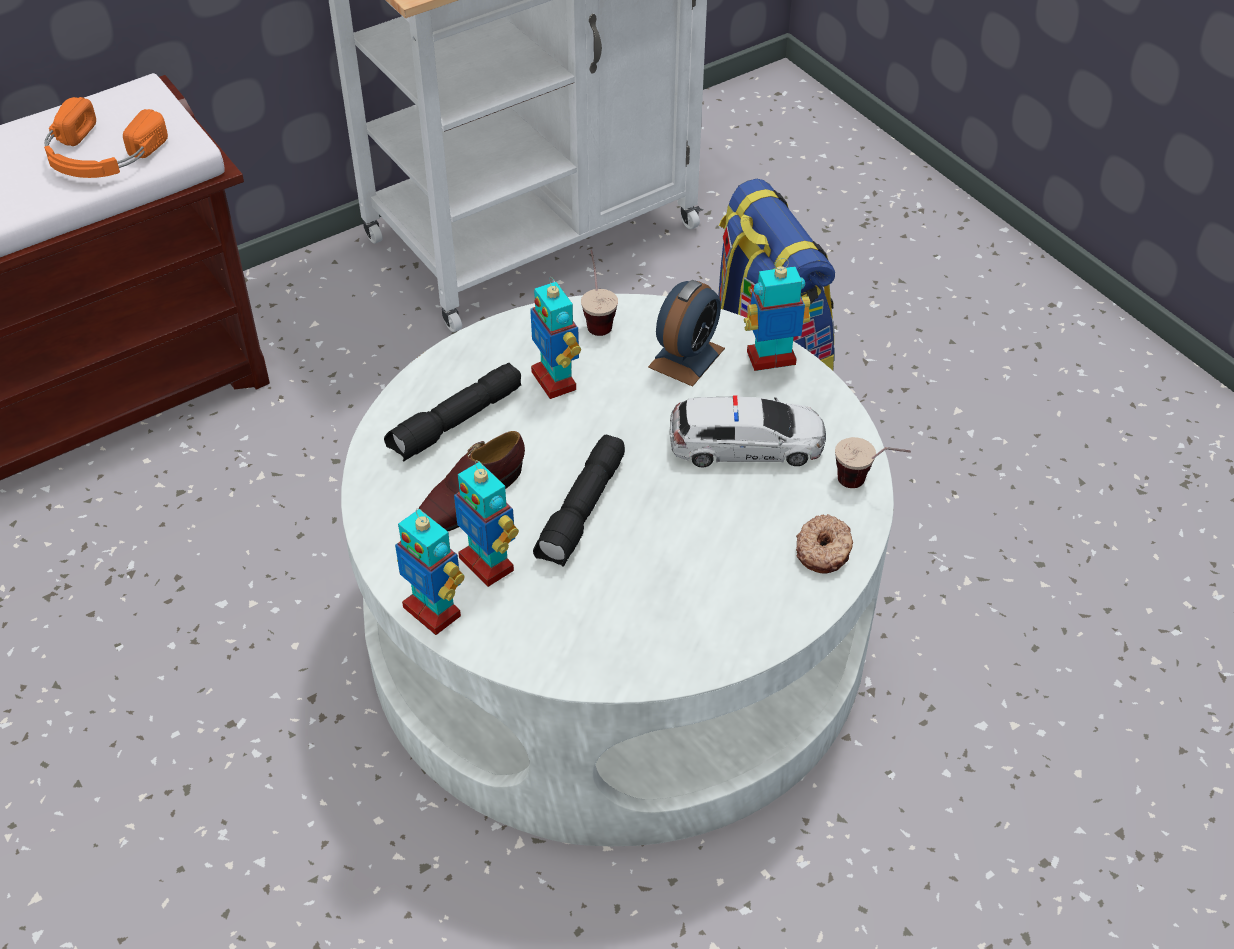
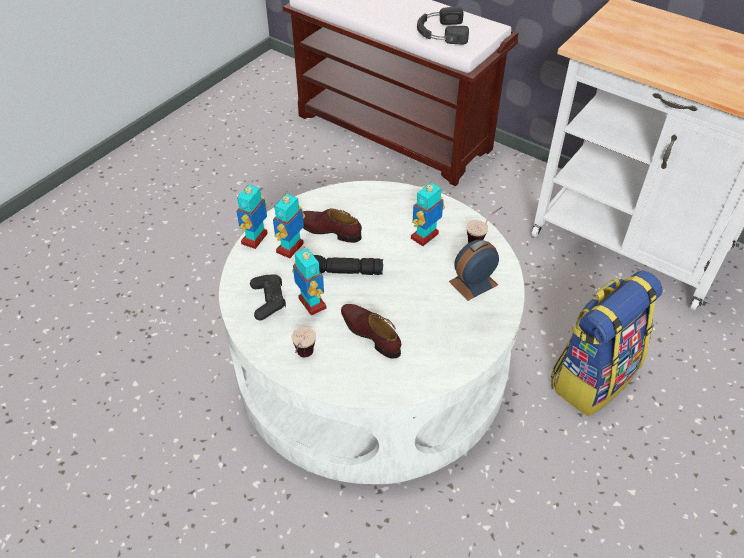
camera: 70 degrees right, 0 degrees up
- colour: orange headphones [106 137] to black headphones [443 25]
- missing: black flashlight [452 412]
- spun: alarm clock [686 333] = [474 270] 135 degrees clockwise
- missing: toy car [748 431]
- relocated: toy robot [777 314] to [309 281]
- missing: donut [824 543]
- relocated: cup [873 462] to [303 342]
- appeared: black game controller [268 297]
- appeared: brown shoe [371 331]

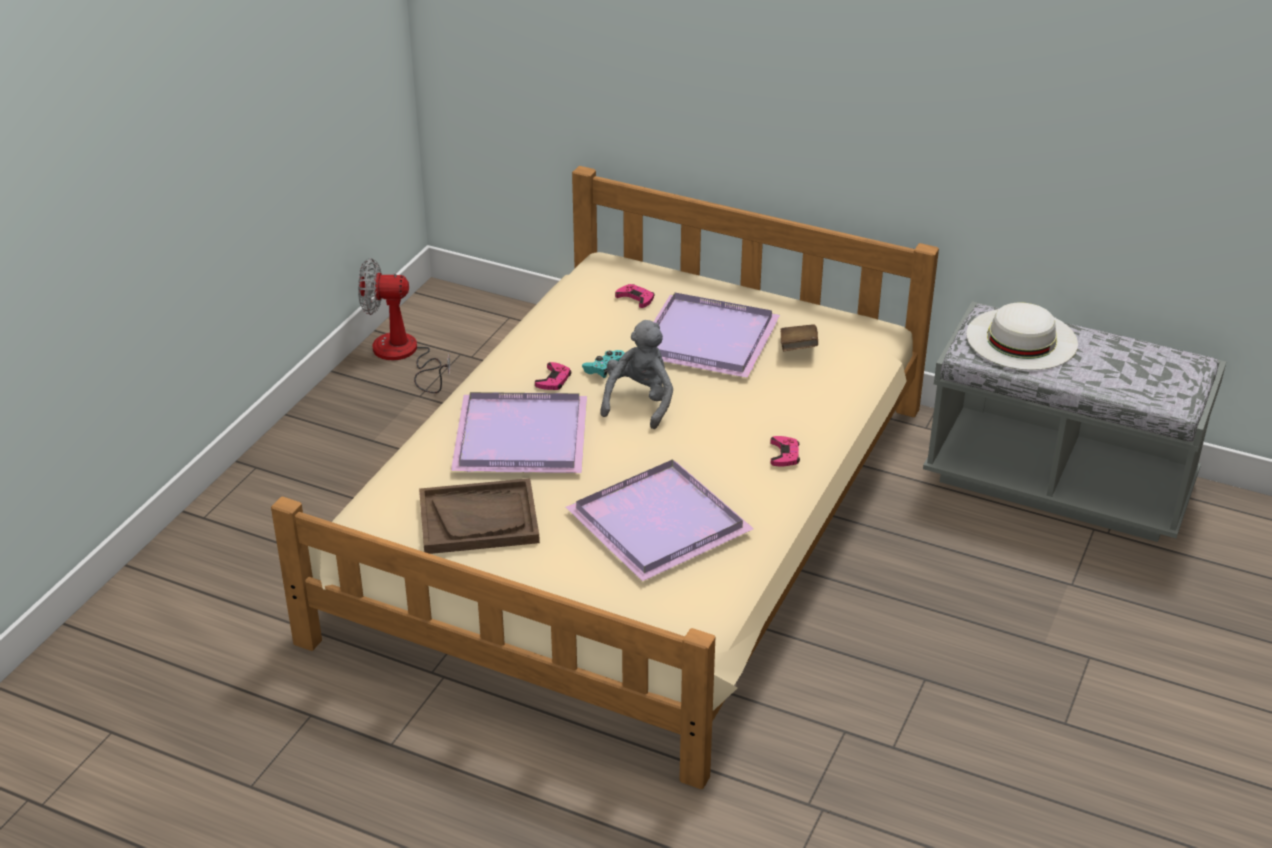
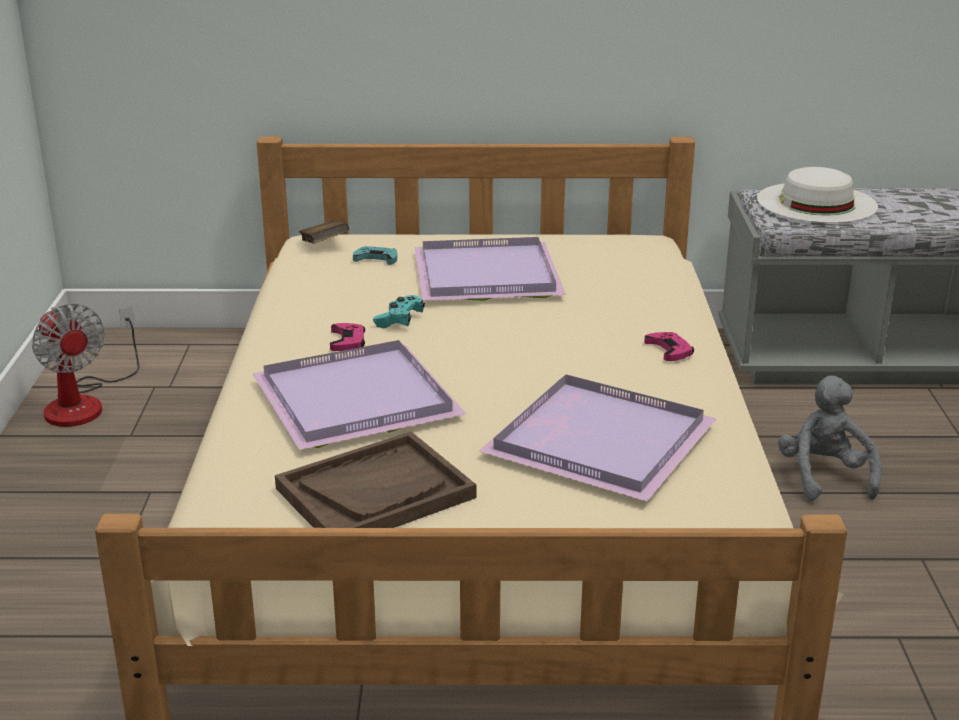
camera: 25 degrees left, 10 degrees down
- spun: fan [404 325] = [85 365] 105 degrees counterclockwise
- relocated: grey plush toy [636 374] to [830 438]
- colour: pink game controller [635 296] to turquoise game controller [375 255]
- relocated: brown book [799 337] to [324 232]

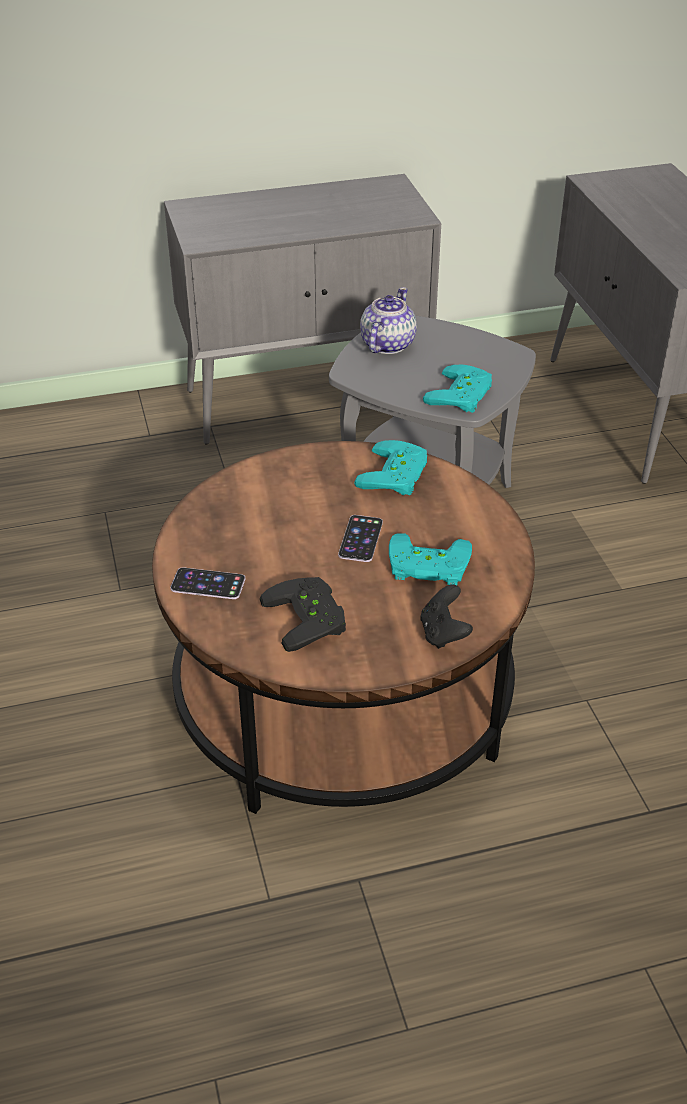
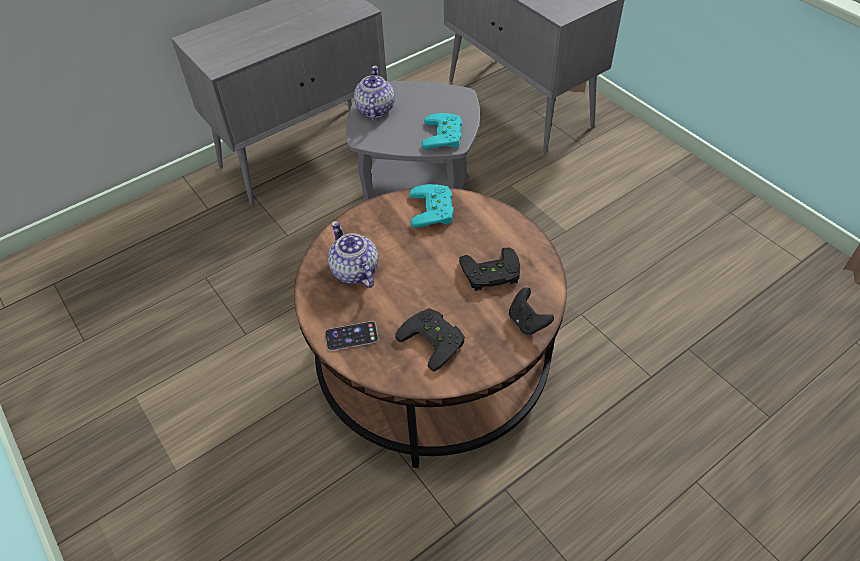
camera: 20 degrees left, 10 degrees up
- missing: phone [360 538]
- colour: turquoise game controller [430 559] to black game controller [489 269]
- appeared: teapot [353 254]

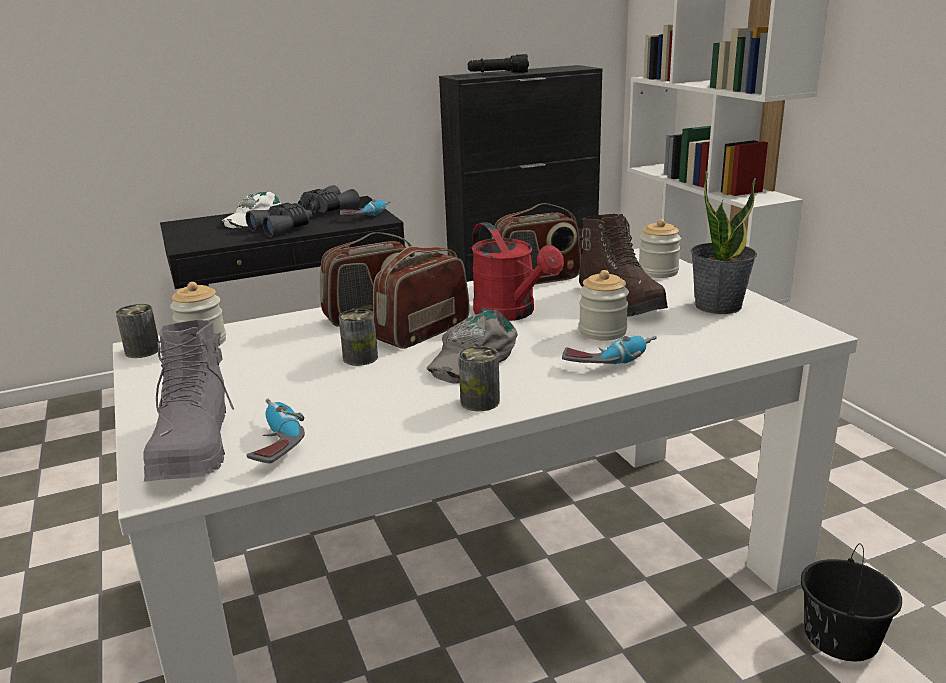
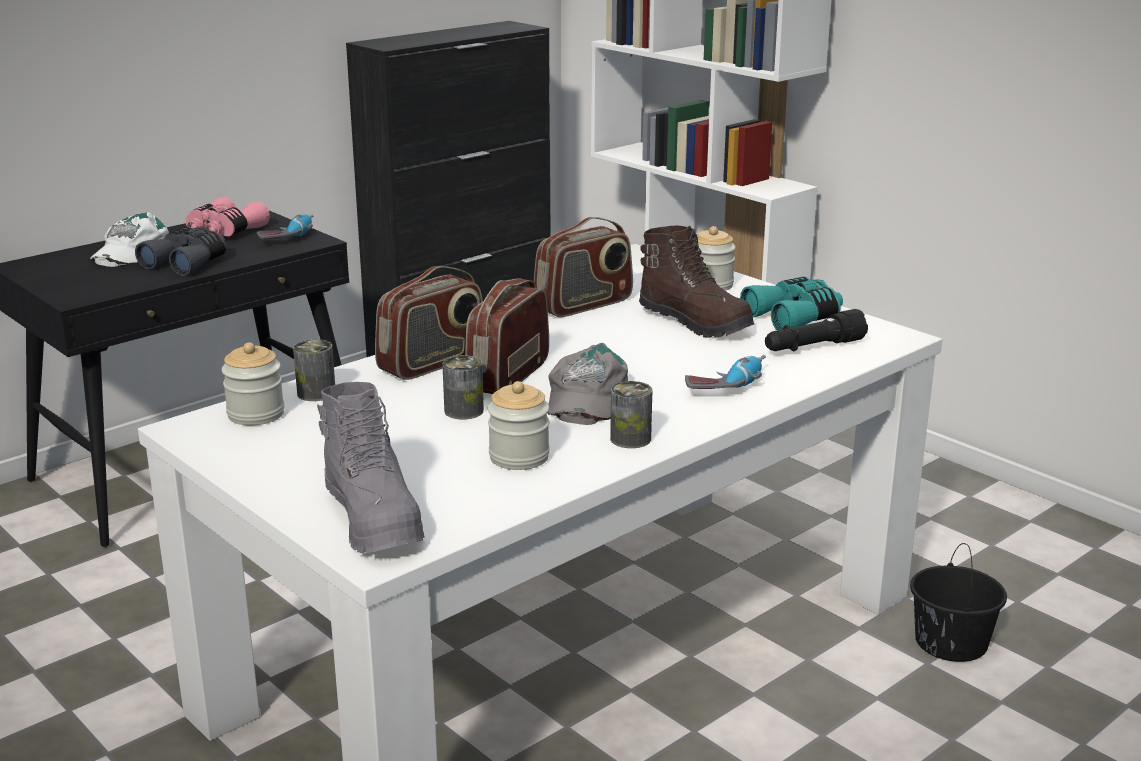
camera: 20 degrees left, 0 degrees up
- relocated: can [137 331] to [314 370]
- missing: power drill [276 431]
- colour: grey binoculars [329 199] to pink binoculars [227 216]
- relocated: black flashlight [498 63] to [816 330]
- missing: red watering can [517 271]
- relocated: jar [604 305] to [519 425]
- exchanged: potted plant [723 242] to turquoise binoculars [791 303]

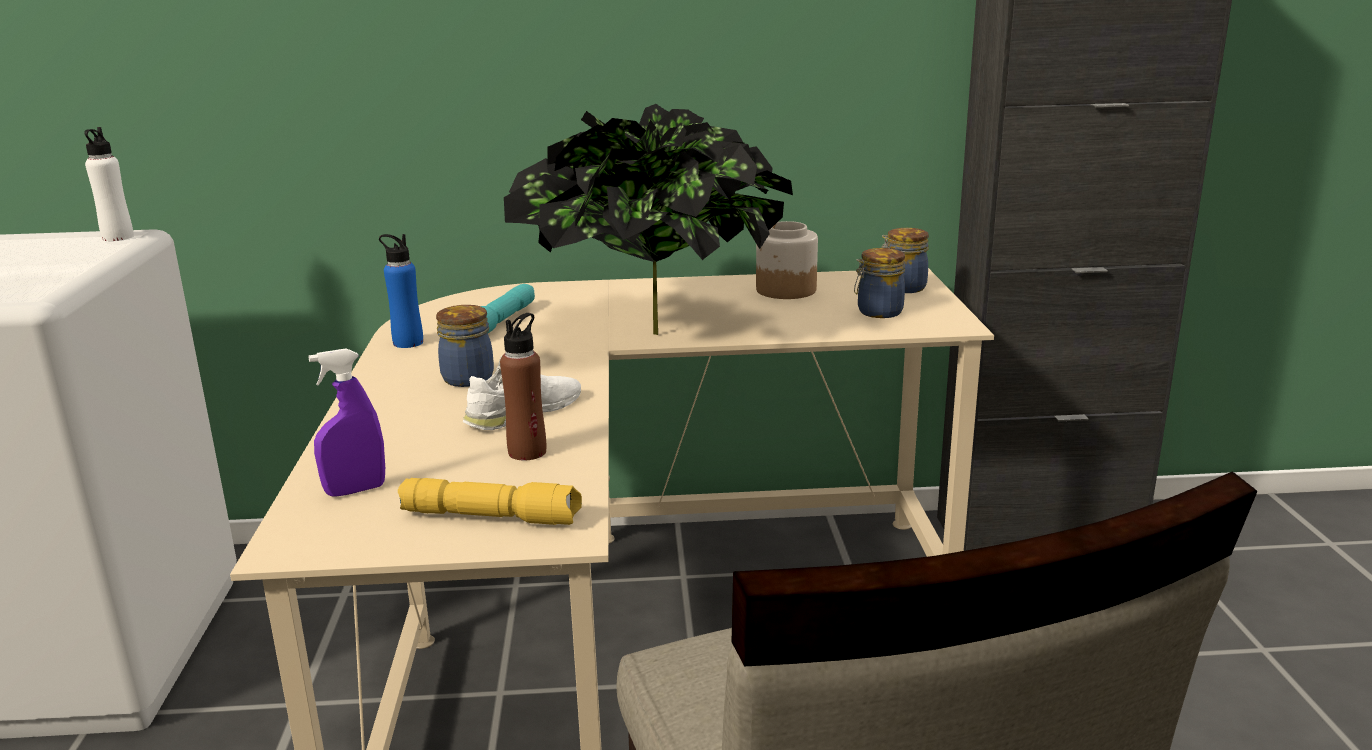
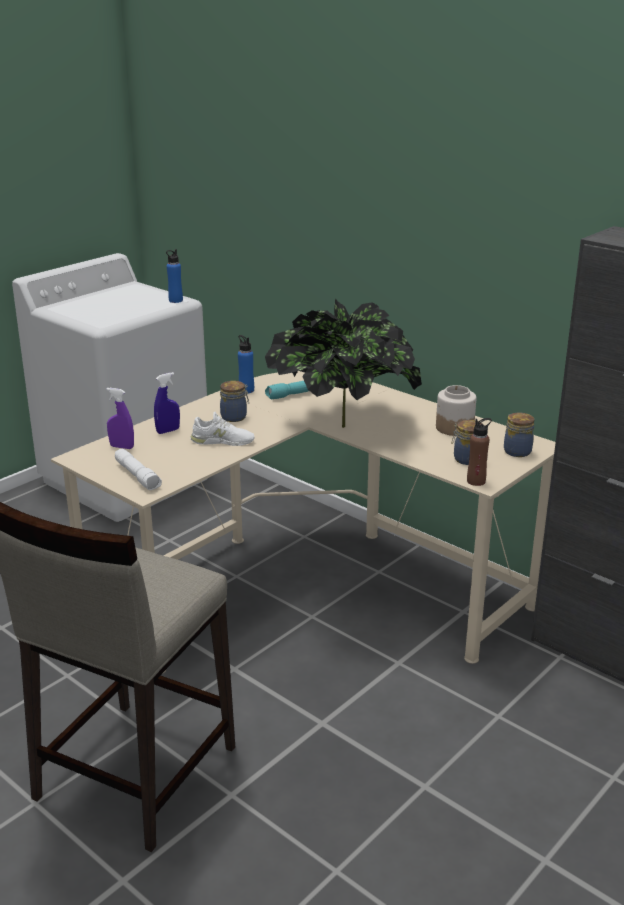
camera: 45 degrees right, 5 degrees up
- colour: white bottle [109 184] to blue bottle [174 276]
- colour: yellow flashlight [490 501] to white flashlight [138 469]
- relocated: brown bottle [523 386] to [479 452]
- appeared: blue spray bottle [167 403]

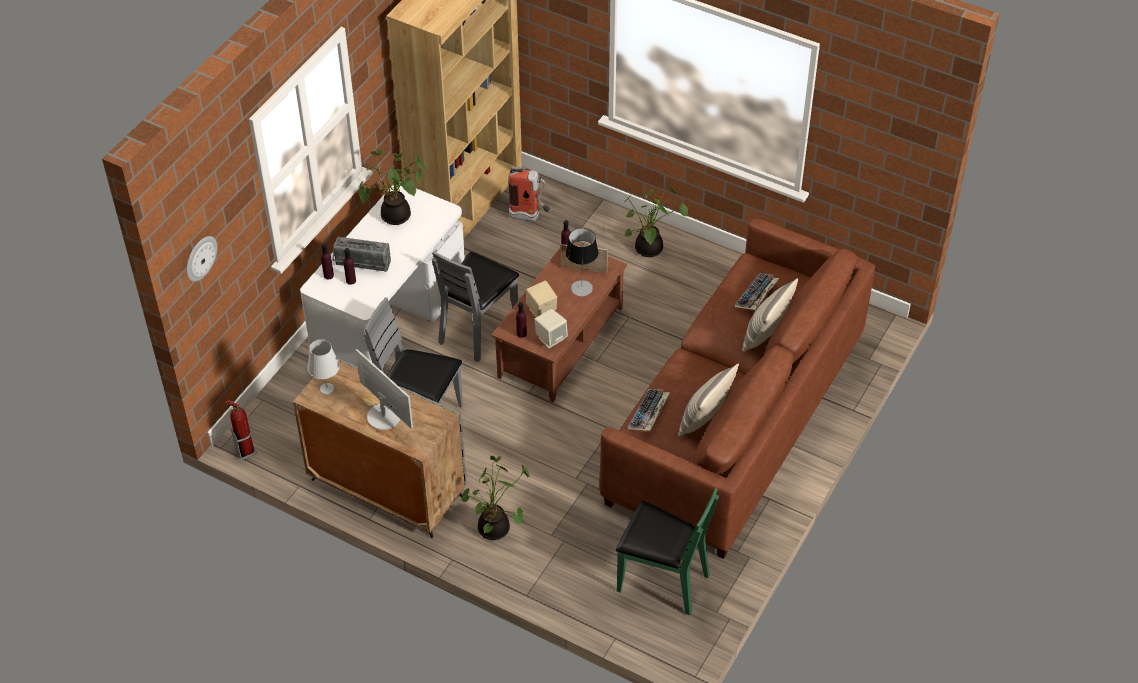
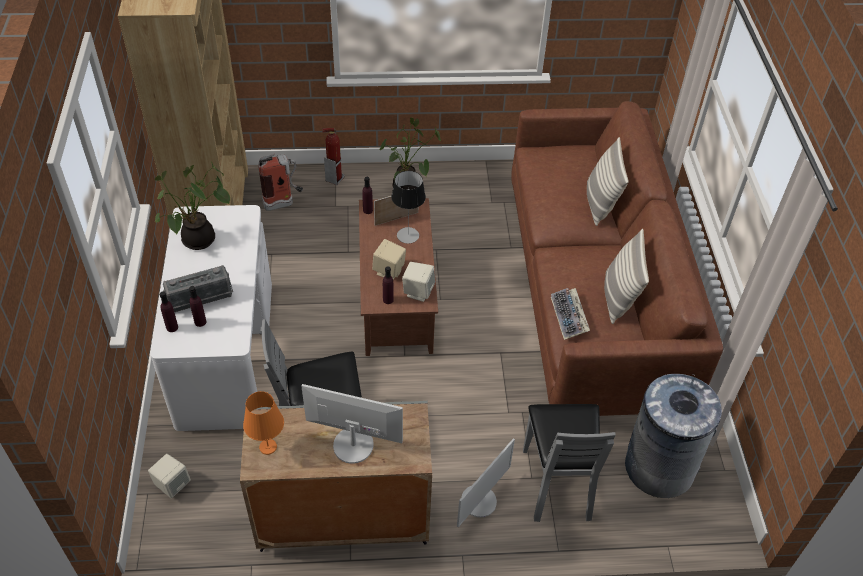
camera: 35 degrees left, 0 degrees up
- missing: wall clock [201 259]
- relocated: fire extinguisher [241 430] to [333 156]
- colour: white table lamp [323 367] to orange table lamp [263 423]
- relocated: grey chair [475 306] to [569 463]
- exchanged: potted plant [495 498] to monitor [486 482]
- exchanged: green chair [667 551] to grey trash can [673 436]
- missing: keyboard [757 291]
- appeared: beige speaker [169 476]

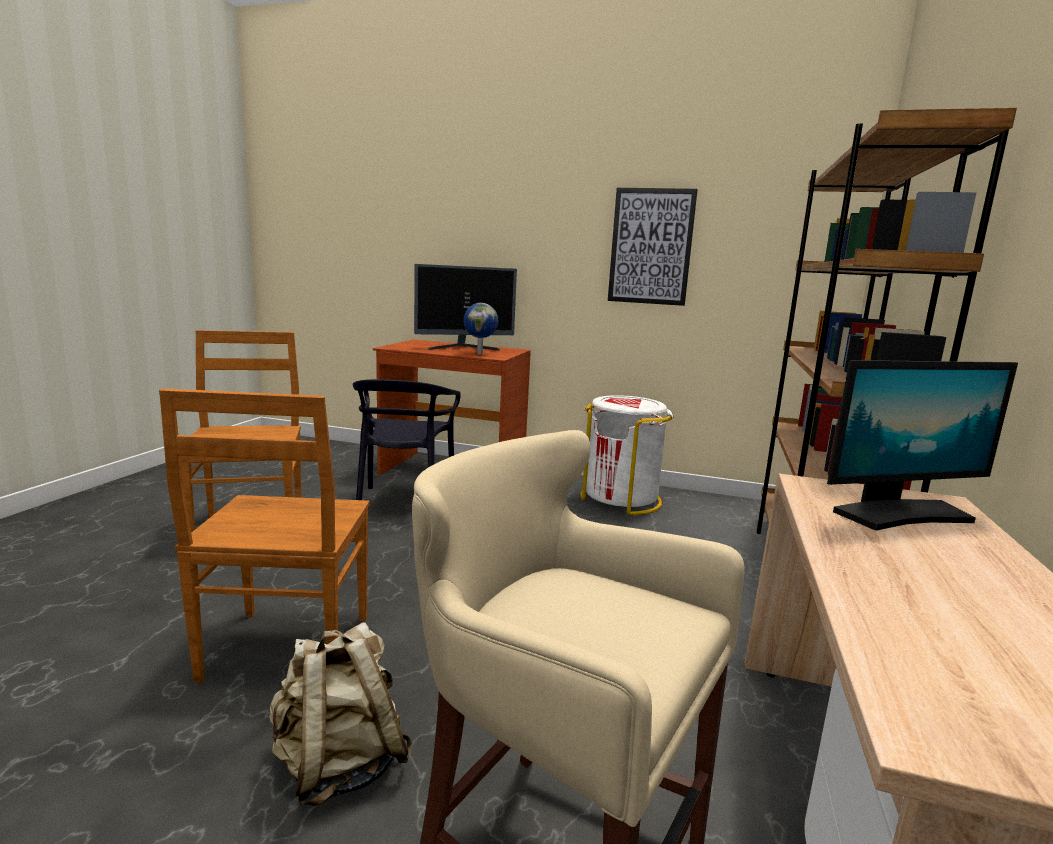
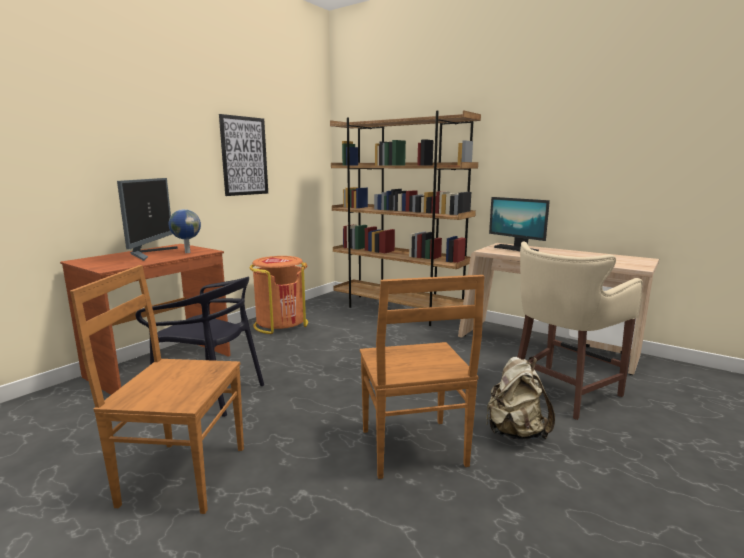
camera: 70 degrees left, 0 degrees up
- spun: brown chair [264 535] = [422 377] 60 degrees clockwise
- colour: white trash can [627 455] to orange trash can [279 295]
- spun: monitor [922 445] = [519 224] 135 degrees clockwise

